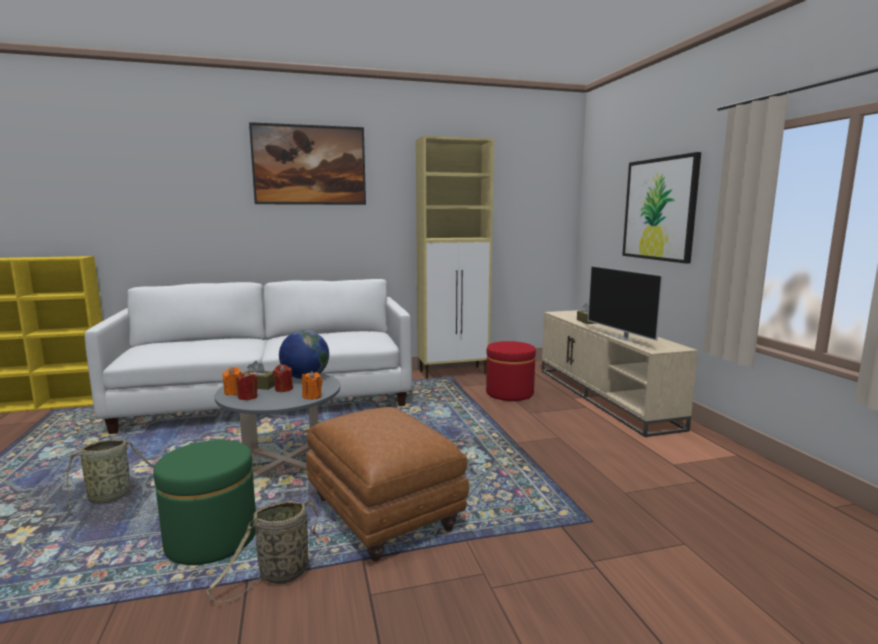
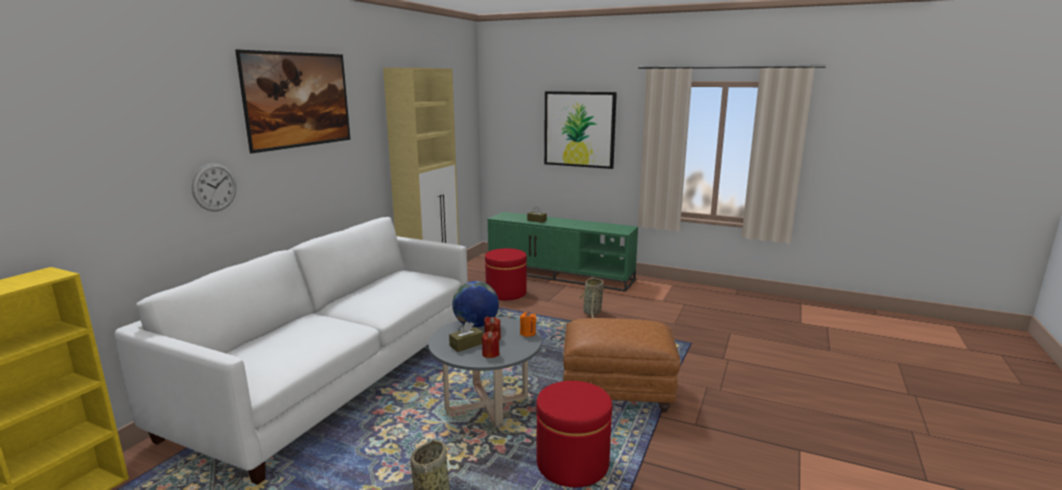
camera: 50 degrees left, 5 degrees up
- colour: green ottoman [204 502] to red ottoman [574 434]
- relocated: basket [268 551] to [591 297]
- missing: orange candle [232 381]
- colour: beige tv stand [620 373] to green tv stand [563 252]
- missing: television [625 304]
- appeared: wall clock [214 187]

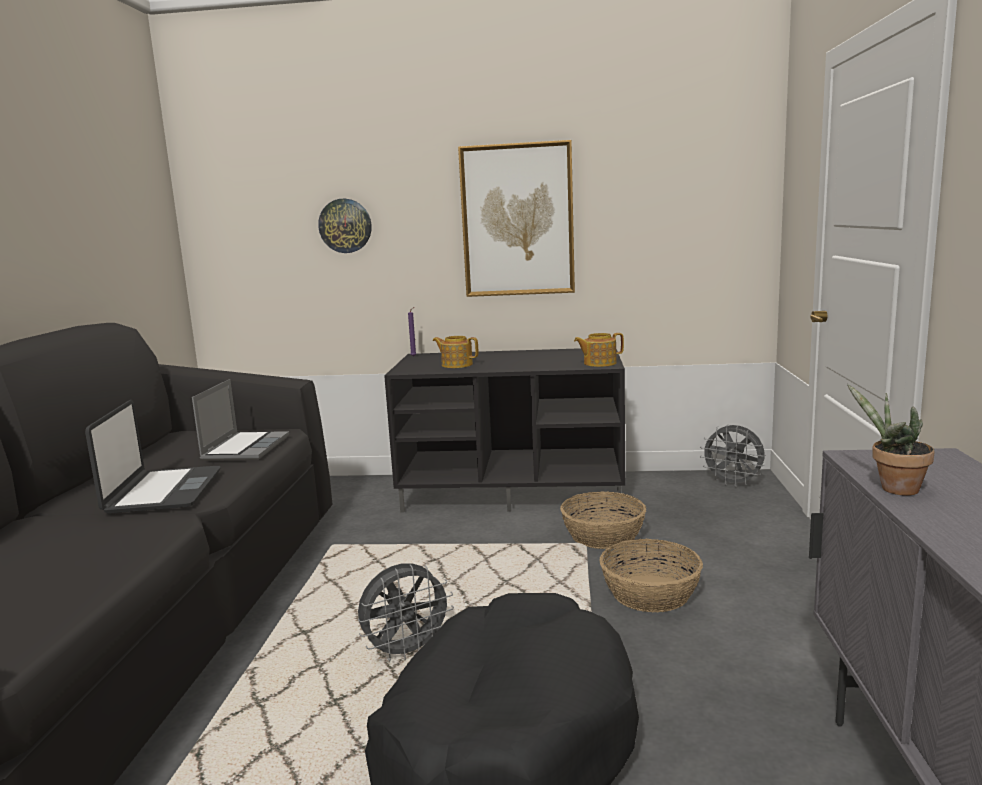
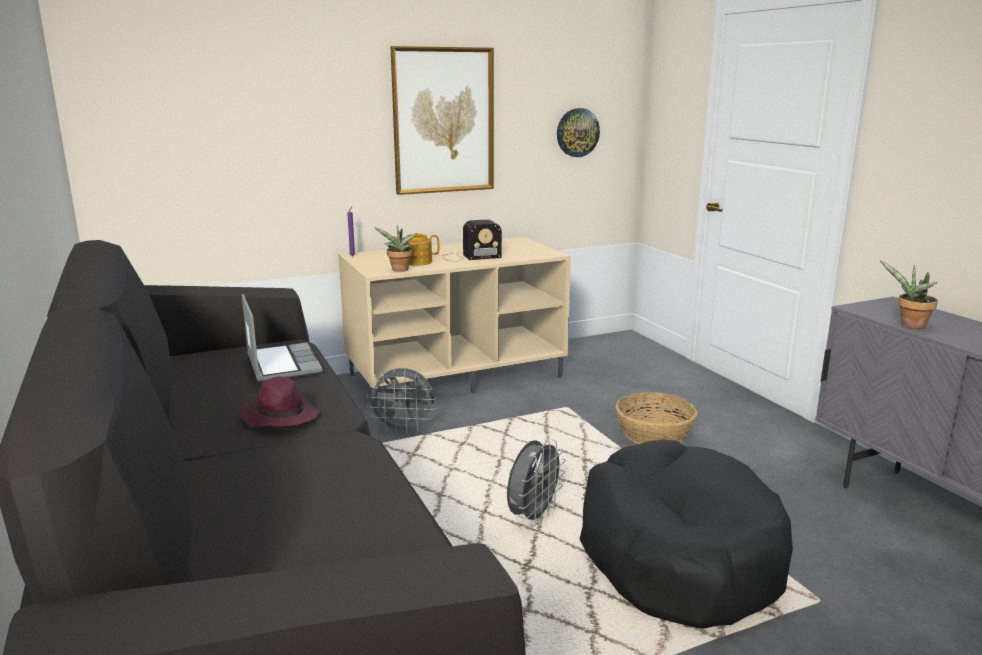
camera: 30 degrees left, 5 degrees up
- exchanged: laptop [153 456] to purple hat [279 401]
- relocated: wall clock [345 225] to [578 132]
- colour: black tv stand [504 430] to beige tv stand [454 318]
- missing: basket [603 520]
- missing: teapot [599 350]
- relocated: grey fan [732 455] to [401 401]
- appeared: potted plant [395 248]
- appeared: radio [472 240]

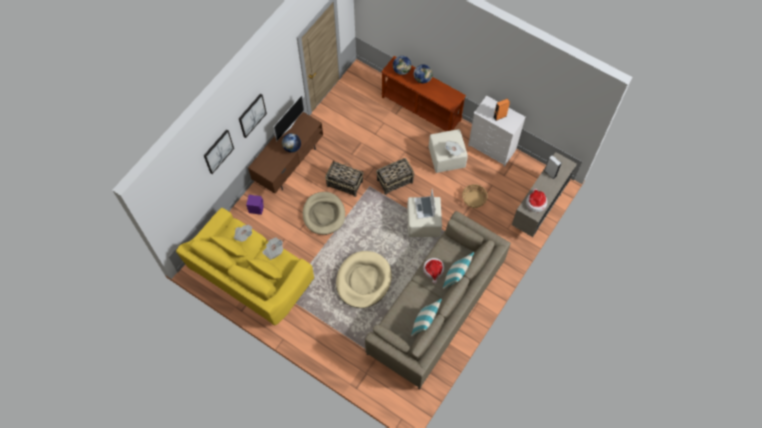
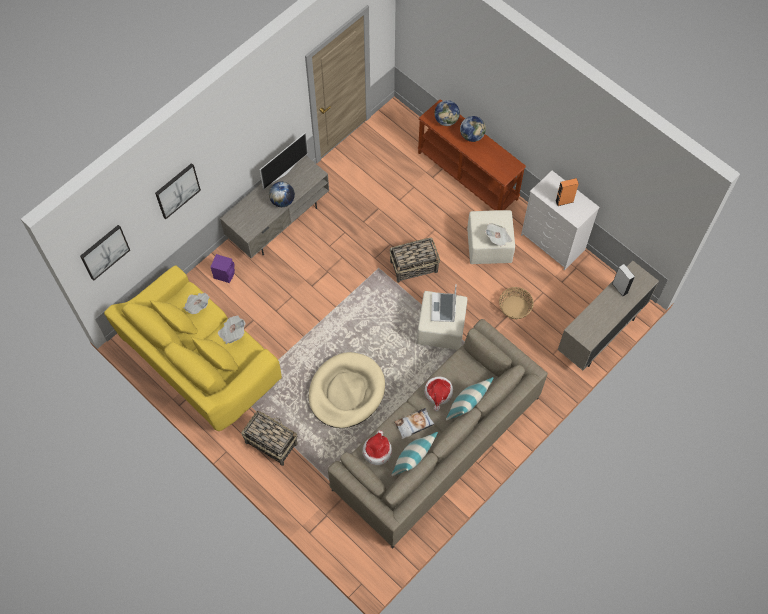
camera: 10 degrees right, 0 degrees up
- relocated: picture [253 116] to [105 253]
- colour: brown tv stand [285 153] to grey tv stand [274 207]
- missing: beige dog bed [324 213]
- relocated: basket [344 178] to [269 438]
- relocated: hat [536 200] to [377 447]
- appeared: pillow [414 423]

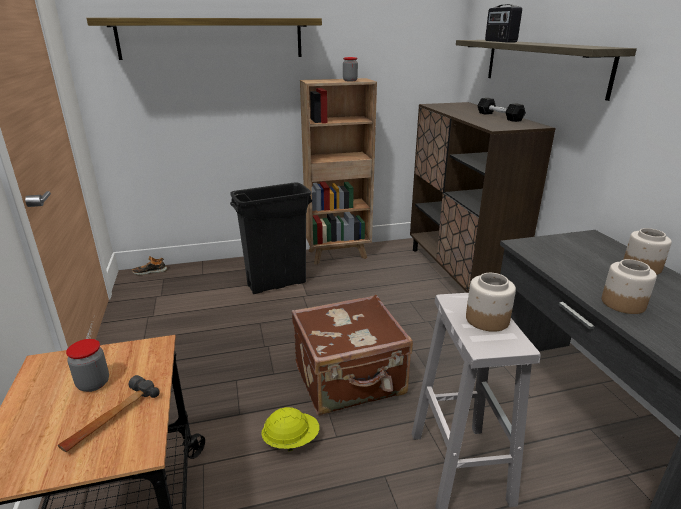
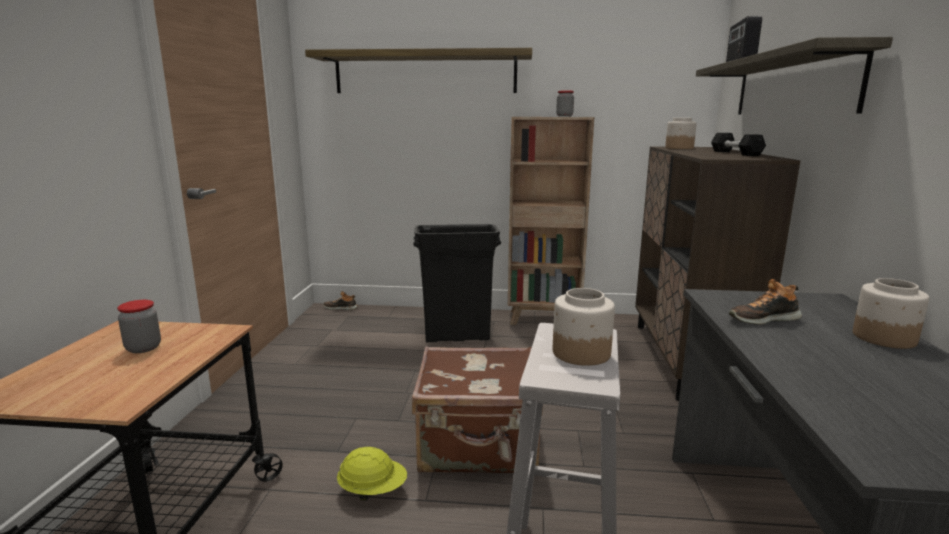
camera: 20 degrees right, 10 degrees down
- missing: hammer [109 413]
- relocated: jar [629 286] to [681 133]
- appeared: shoe [765 302]

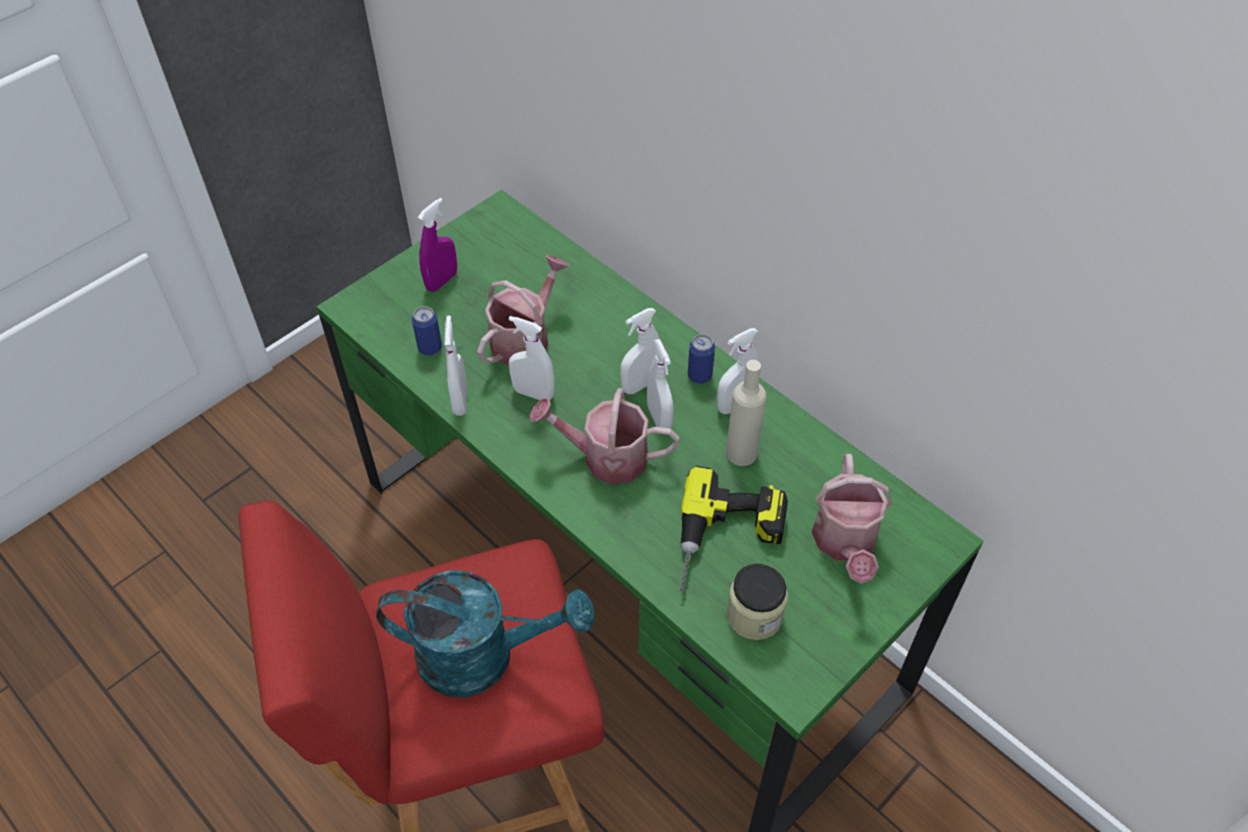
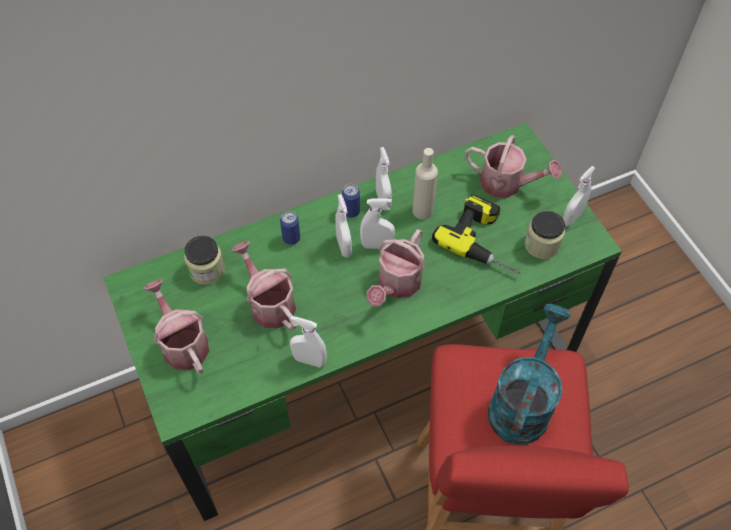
camera: 70 degrees left, 5 degrees up
- relocated: can [427 331] to [290 228]
- exchanged: purple spray bottle [437 245] to watering can [176 326]
- relocated: white spray bottle [532 358] to [579 196]
- appeared: jar [204 260]

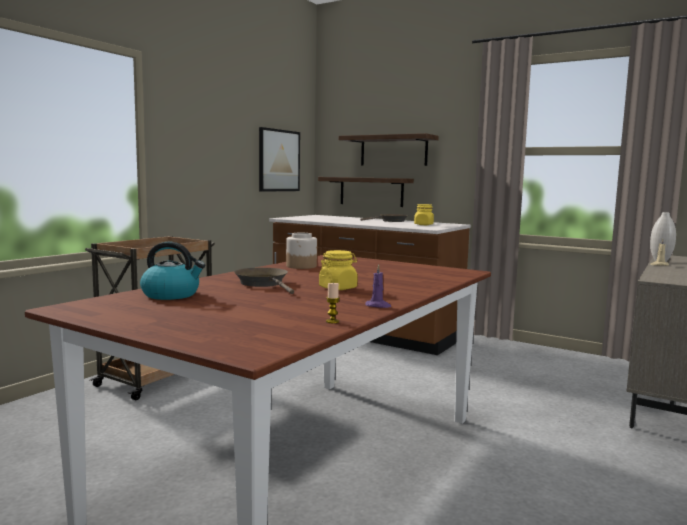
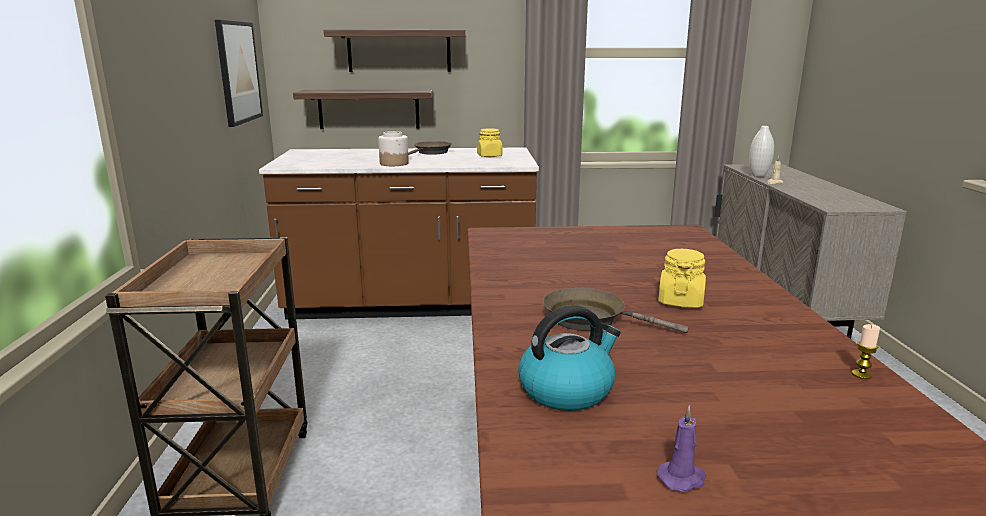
camera: 35 degrees left, 10 degrees up
- relocated: jar [301 251] to [393 148]
- relocated: purple candle [378 286] to [681 448]

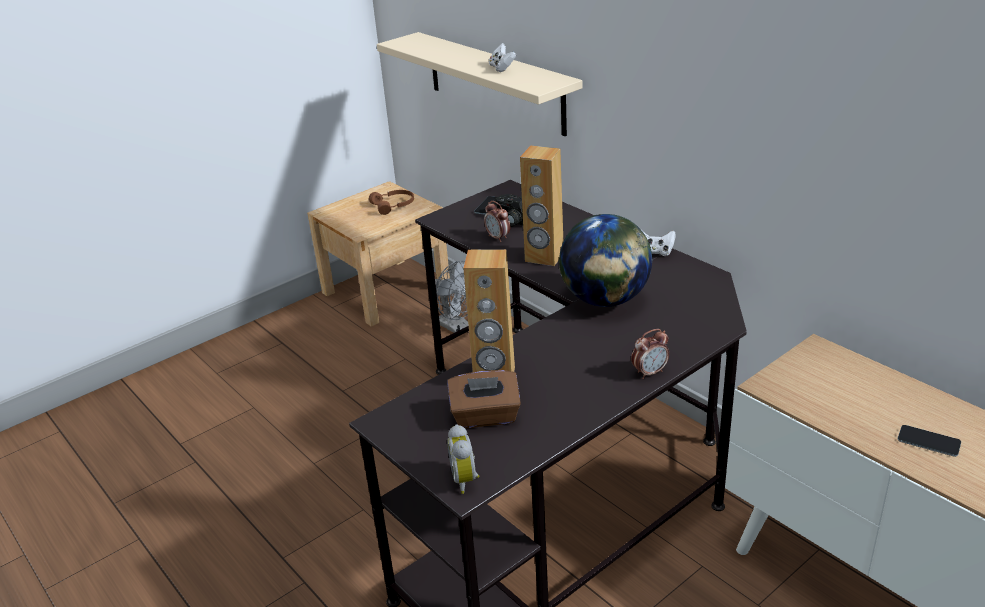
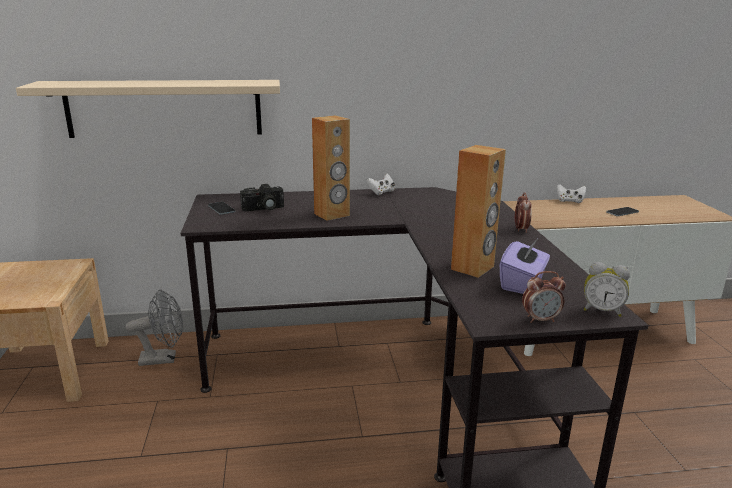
camera: 60 degrees left, 10 degrees down
- missing: brown headphones [391 202]
- colour: brown tissue box [484 399] to purple tissue box [525 265]
- relocated: alarm clock [497 221] to [544 297]
- relocated: white game controller [502 57] to [571 193]
- missing: globe [605 260]

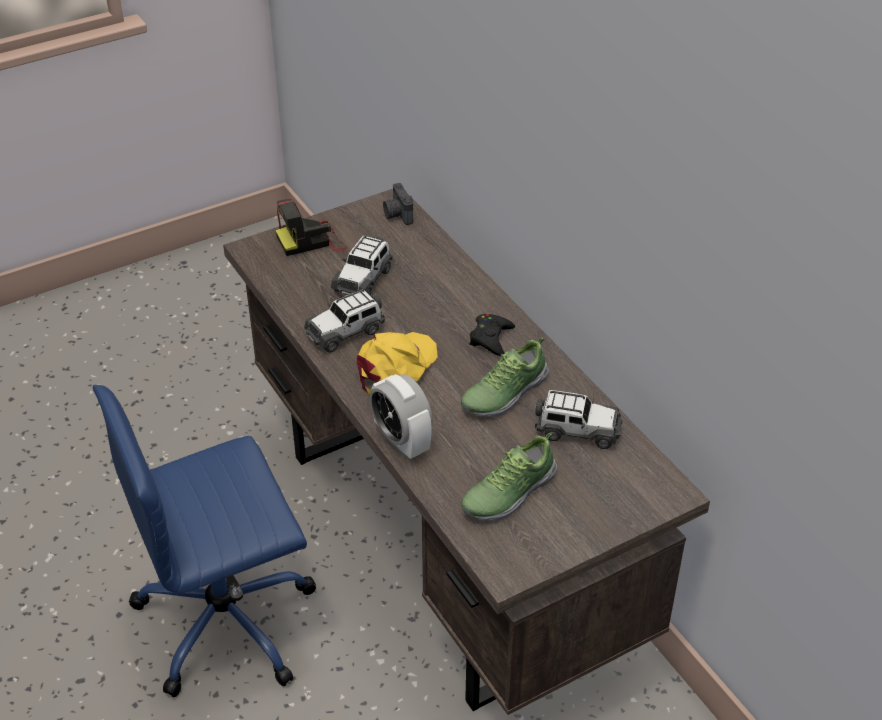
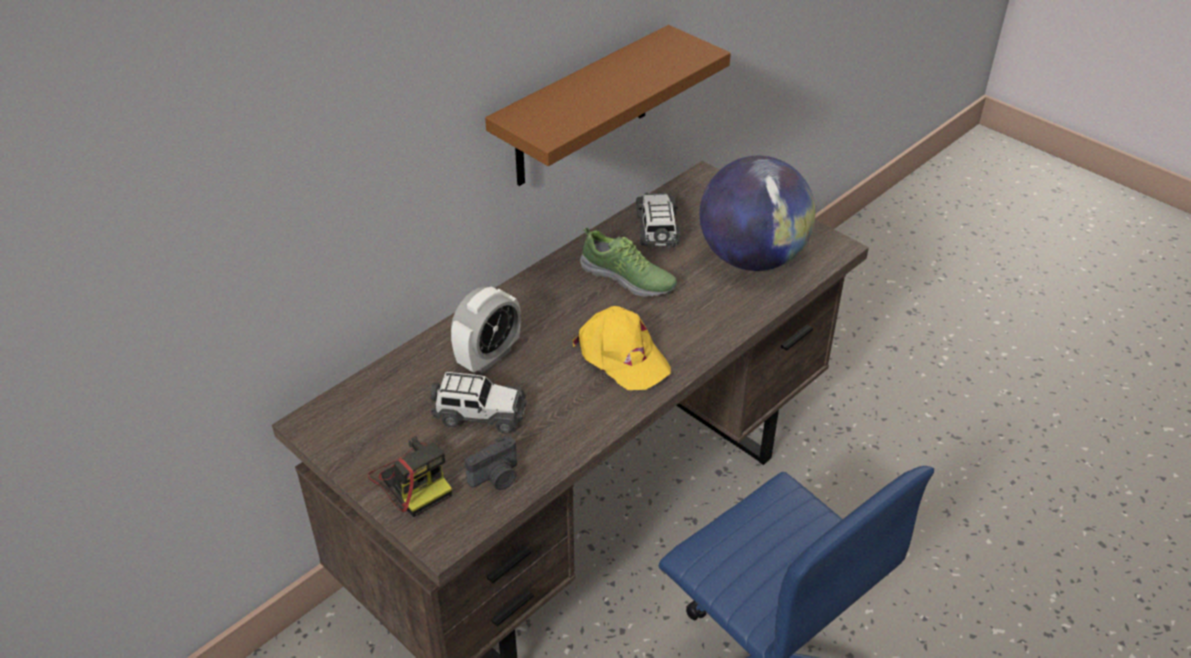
camera: 105 degrees left, 0 degrees up
- missing: toy car [344 320]
- spun: yellow cap [397 363] = [621 348] 150 degrees counterclockwise
- relocated: alarm clock [401 416] to [486 329]
- relocated: photo camera [398 204] to [491 463]
- exchanged: shoe [509 477] to globe [758 213]
- missing: black game controller [492 335]
- appeared: brown shelf [608 105]

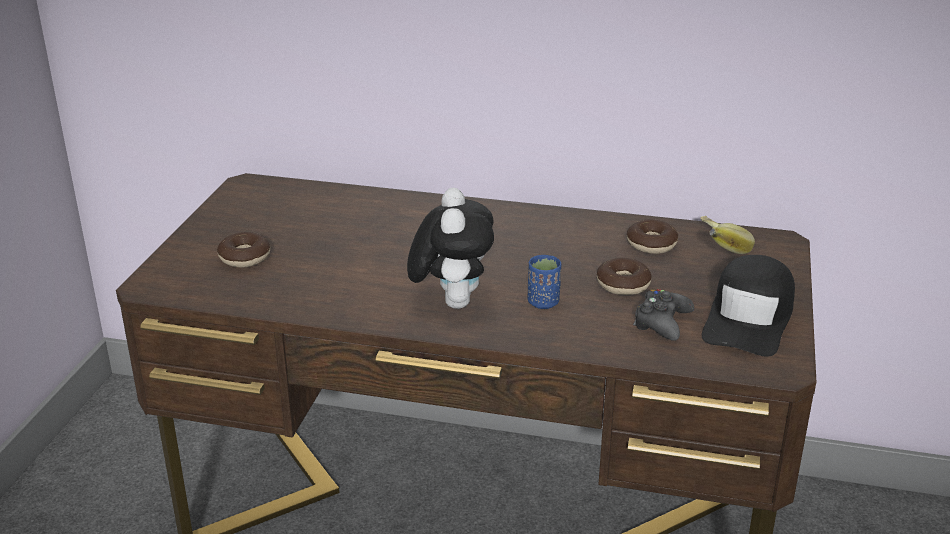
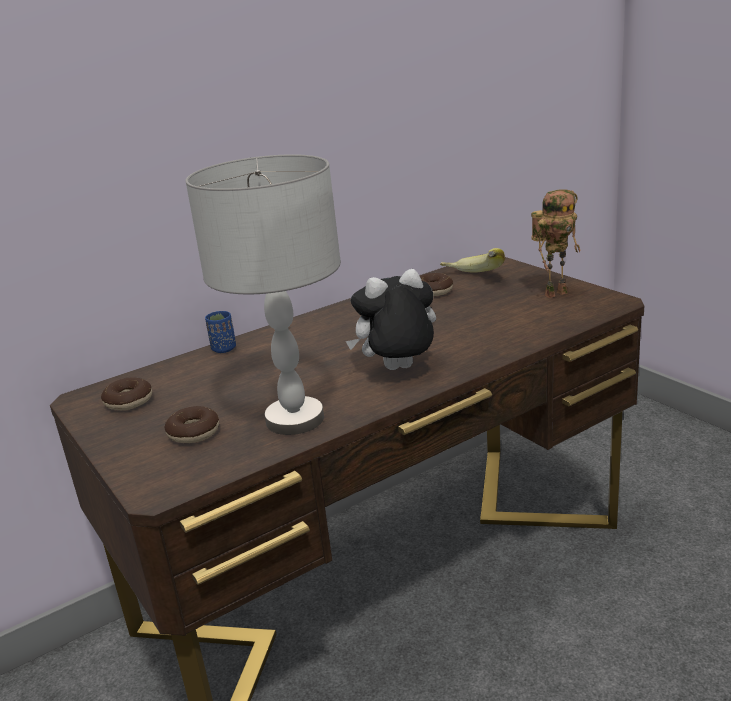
camera: 45 degrees left, 5 degrees down
- spun: plush toy [450 248] = [391 319] 60 degrees counterclockwise
- relocated: blue cup [544 282] to [220 332]
- relocated: donut [624 276] to [126 393]
- missing: black game controller [663 315]
- exchanged: black cap [748 306] to toy robot [555 243]
- appeared: grey table lamp [263 294]

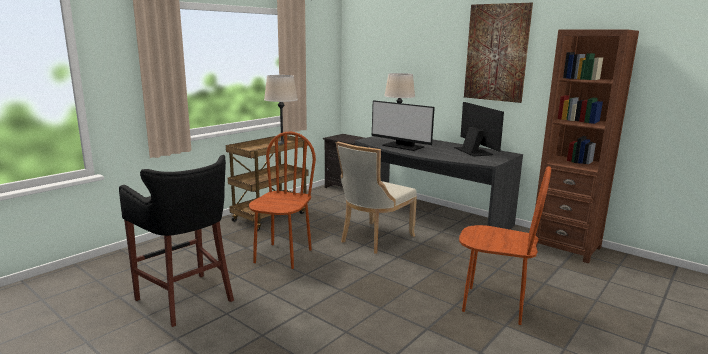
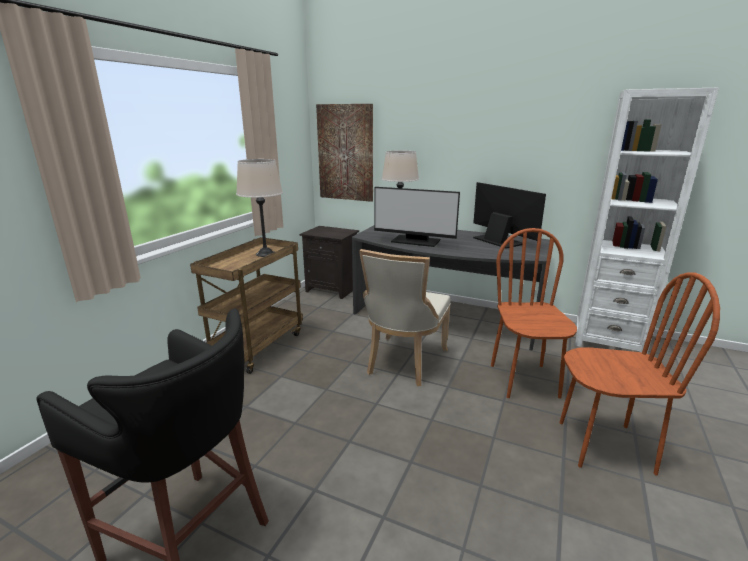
camera: 15 degrees left, 5 degrees up
- relocated: brown chair [282 200] to [534 313]
- relocated: picture [498 53] to [344 153]
- colour: brown bookcase [587 146] to white bookcase [647 221]

